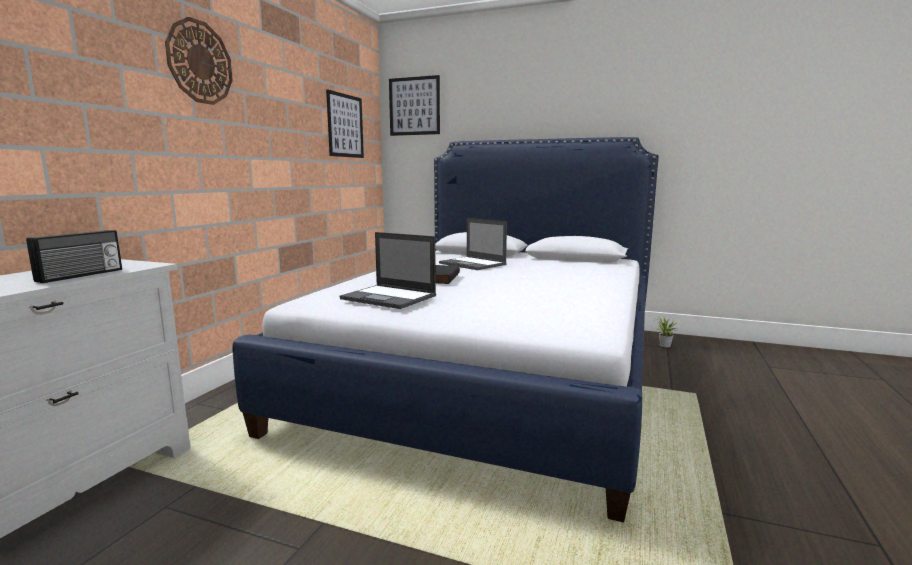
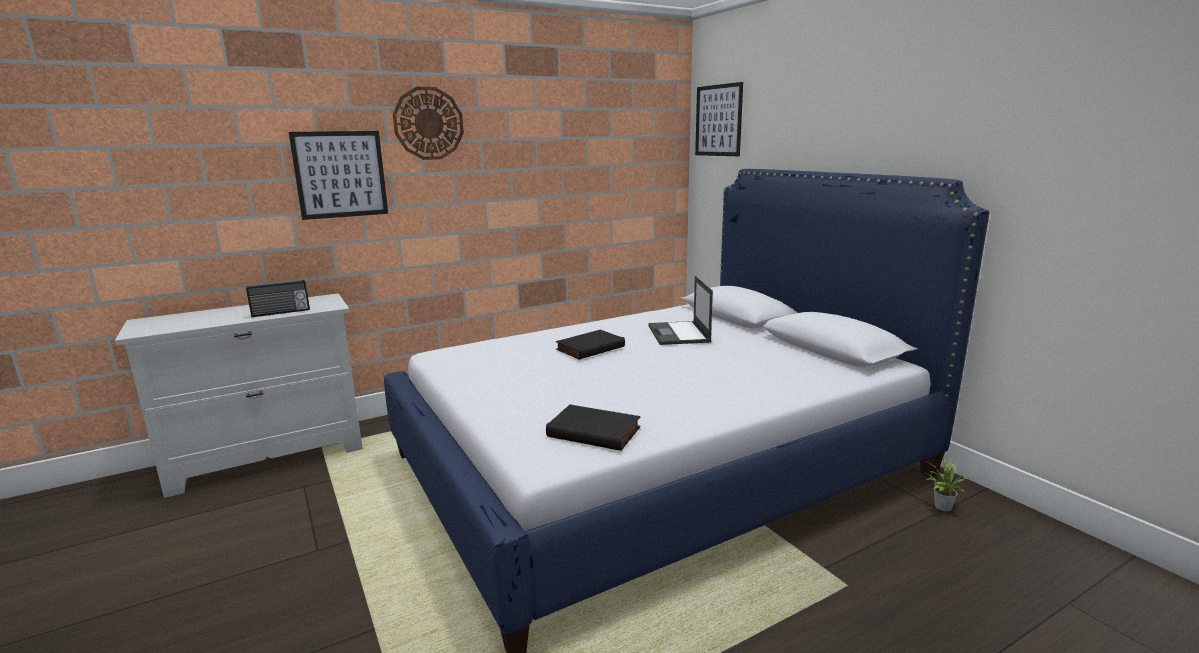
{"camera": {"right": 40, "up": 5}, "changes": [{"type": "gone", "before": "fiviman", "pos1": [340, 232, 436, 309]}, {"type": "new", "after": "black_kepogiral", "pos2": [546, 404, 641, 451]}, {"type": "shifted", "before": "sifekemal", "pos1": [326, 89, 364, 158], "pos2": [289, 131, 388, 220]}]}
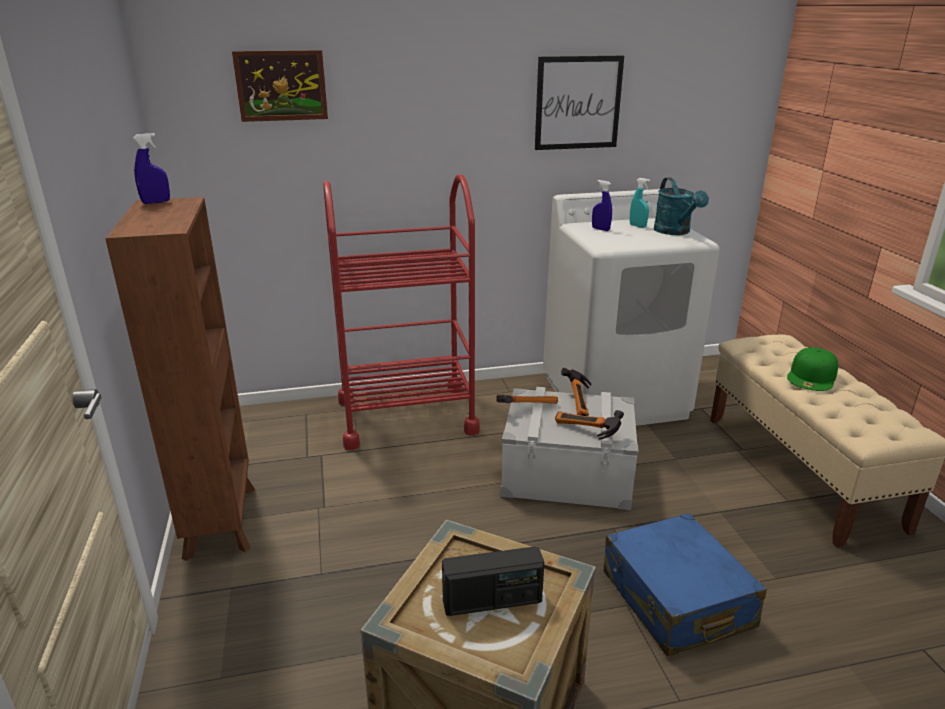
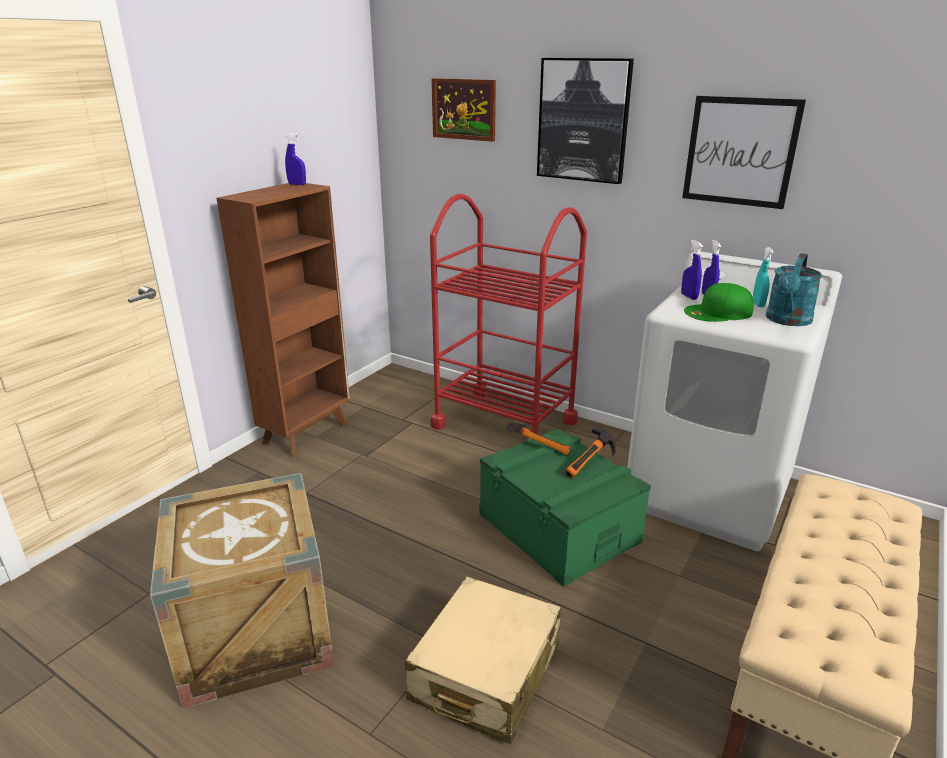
{"camera": {"right": 45, "up": 0}, "changes": [{"type": "gone", "before": "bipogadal", "pos1": [442, 547, 544, 616]}, {"type": "gone", "before": "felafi", "pos1": [555, 410, 624, 440]}, {"type": "new", "after": "sifekemal", "pos2": [537, 58, 634, 184]}, {"type": "new", "after": "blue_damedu", "pos2": [681, 240, 703, 300]}, {"type": "shifted", "before": "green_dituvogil", "pos1": [787, 347, 838, 391], "pos2": [684, 283, 754, 322]}, {"type": "repainted", "before": "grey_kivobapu", "after": "green_kivobapu", "pos1": [501, 387, 639, 510], "pos2": [480, 429, 651, 587]}, {"type": "repainted", "before": "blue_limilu", "after": "beige_limilu", "pos1": [604, 513, 767, 657], "pos2": [405, 576, 561, 744]}]}
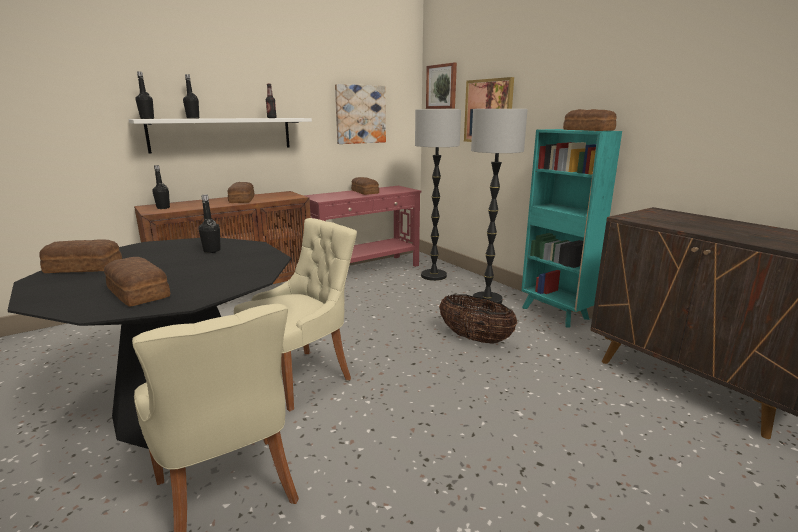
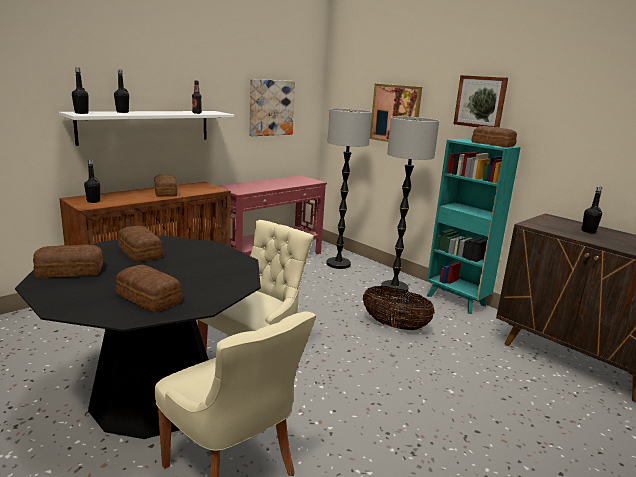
{"camera": {"right": -10, "up": 0}, "changes": [{"type": "shifted", "before": "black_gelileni", "pos1": [198, 195, 221, 253], "pos2": [581, 186, 602, 233]}, {"type": "shifted", "before": "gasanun", "pos1": [351, 177, 379, 195], "pos2": [118, 226, 163, 262]}, {"type": "shifted", "before": "sifekemal", "pos1": [426, 62, 457, 109], "pos2": [453, 75, 508, 127]}]}
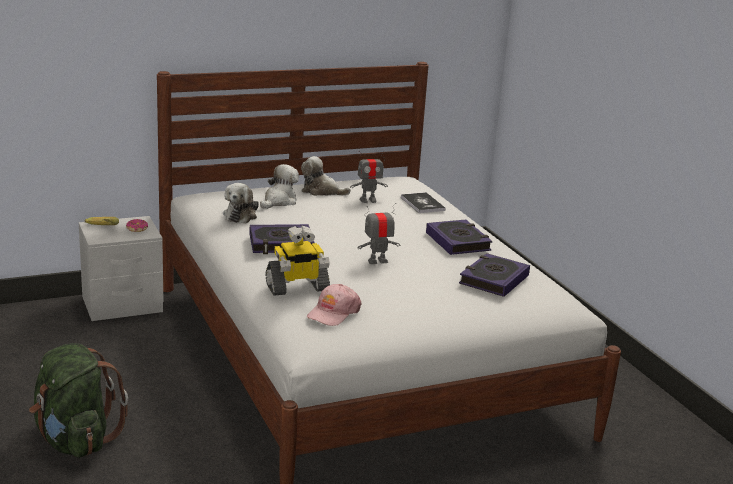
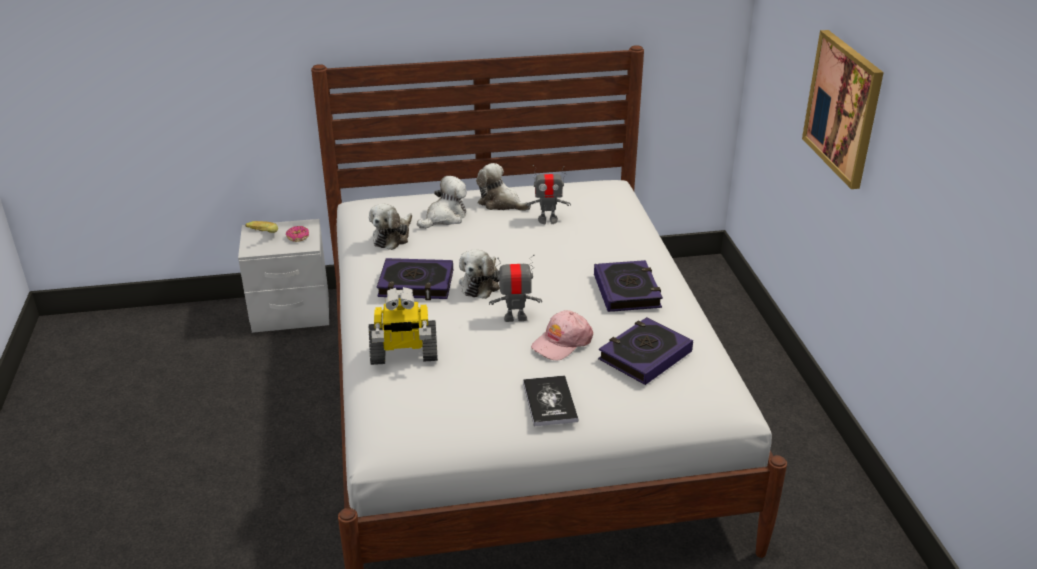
{"camera": {"right": 15, "up": 10}, "changes": [{"type": "gone", "before": "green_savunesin", "pos1": [29, 343, 128, 458]}, {"type": "new", "after": "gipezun", "pos2": [459, 249, 500, 299]}, {"type": "new", "after": "sifekemal", "pos2": [802, 30, 884, 189]}, {"type": "shifted", "before": "pink_dituvogil", "pos1": [307, 284, 362, 326], "pos2": [531, 310, 593, 360]}, {"type": "shifted", "before": "kepogiral", "pos1": [401, 192, 445, 213], "pos2": [523, 375, 579, 427]}]}
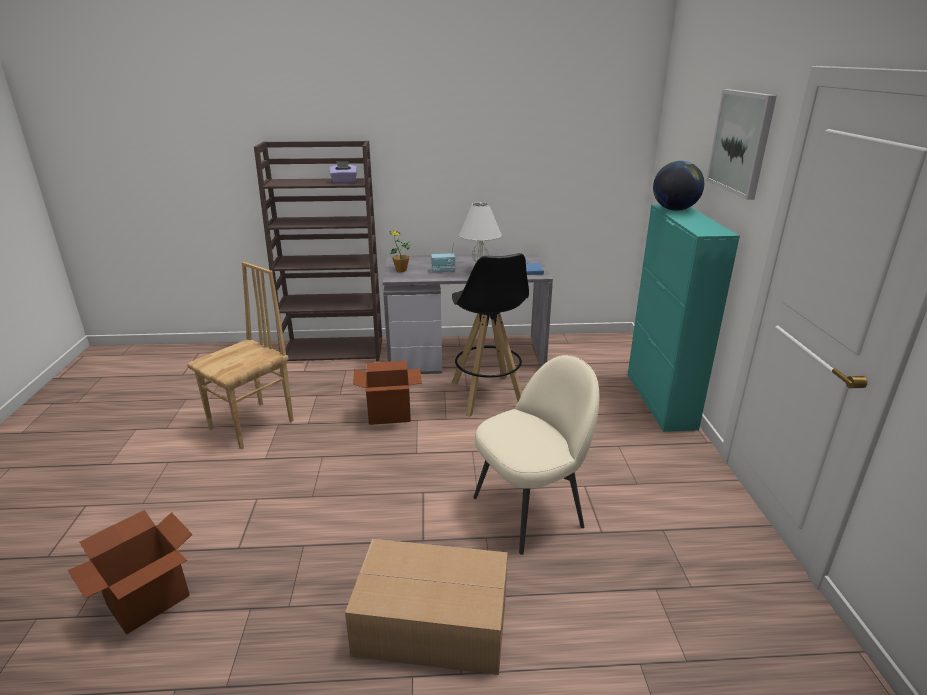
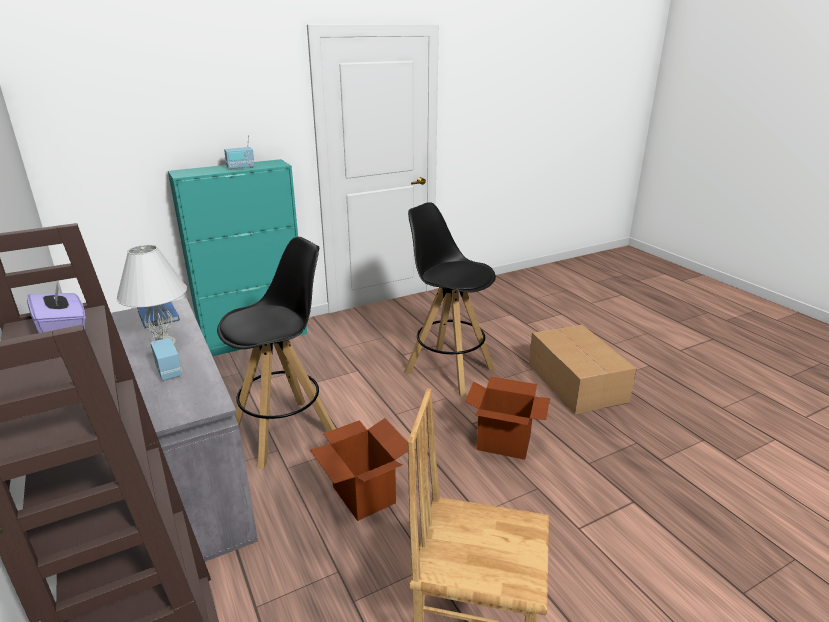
{"camera": {"right": -115, "up": 0}, "changes": [{"type": "gone", "before": "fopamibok", "pos1": [389, 231, 410, 272]}, {"type": "gone", "before": "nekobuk", "pos1": [653, 161, 704, 211]}, {"type": "gone", "before": "sifekemal", "pos1": [706, 89, 777, 200]}, {"type": "new", "after": "bipogadal", "pos2": [224, 135, 255, 170]}, {"type": "shifted", "before": "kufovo", "pos1": [68, 510, 192, 634], "pos2": [465, 376, 550, 460]}, {"type": "swapped", "before": "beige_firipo", "after": "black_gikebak", "pos1": [473, 355, 599, 555], "pos2": [404, 202, 496, 397]}]}
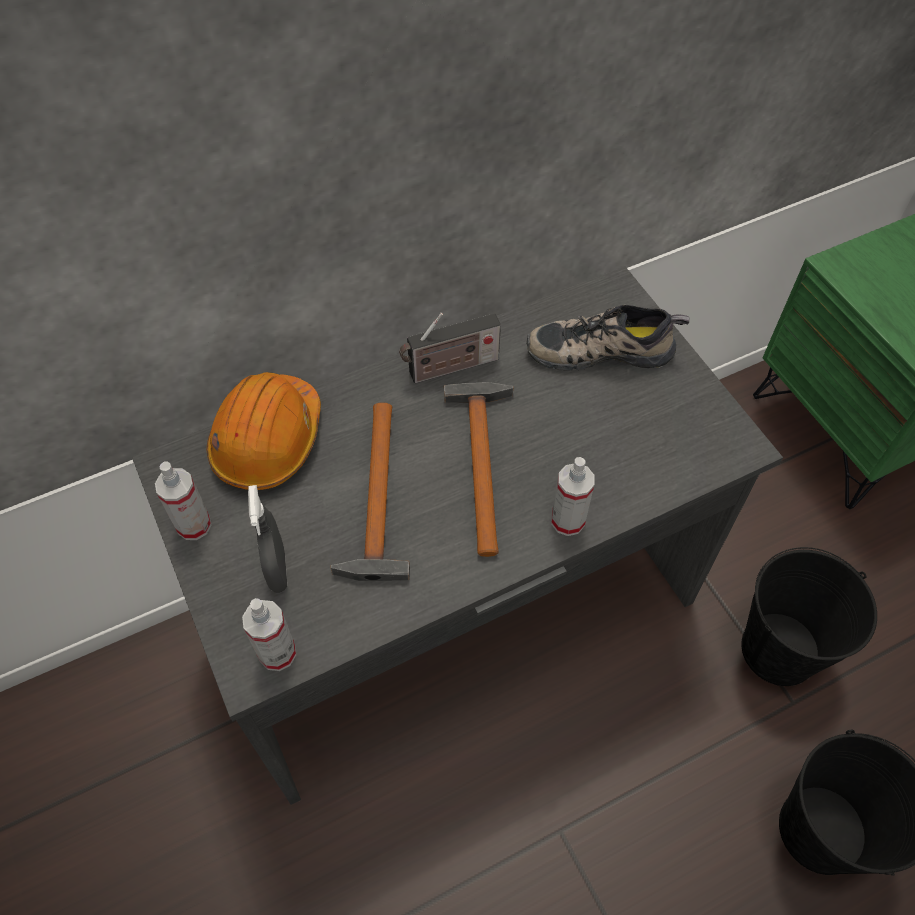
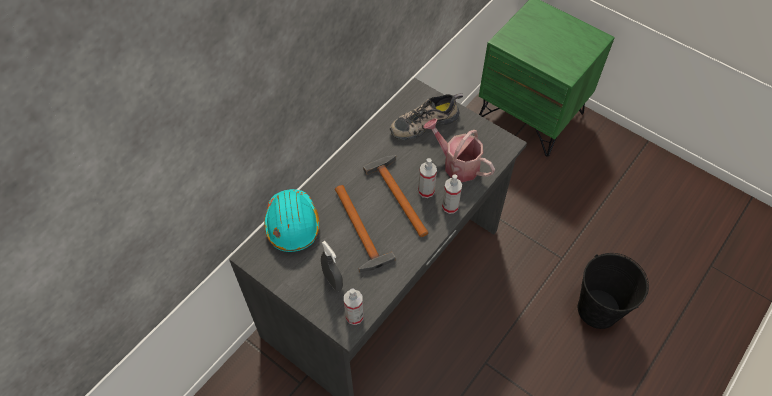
{"camera": {"right": -25, "up": 0}, "changes": [{"type": "gone", "before": "bipogadal", "pos1": [399, 313, 501, 383]}, {"type": "gone", "before": "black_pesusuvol", "pos1": [741, 547, 877, 686]}, {"type": "new", "after": "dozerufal", "pos2": [423, 118, 495, 182]}, {"type": "shifted", "before": "damedu", "pos1": [155, 462, 212, 540], "pos2": [418, 158, 437, 198]}, {"type": "repainted", "before": "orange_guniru", "after": "turquoise_guniru", "pos1": [206, 372, 321, 490], "pos2": [264, 189, 319, 252]}]}
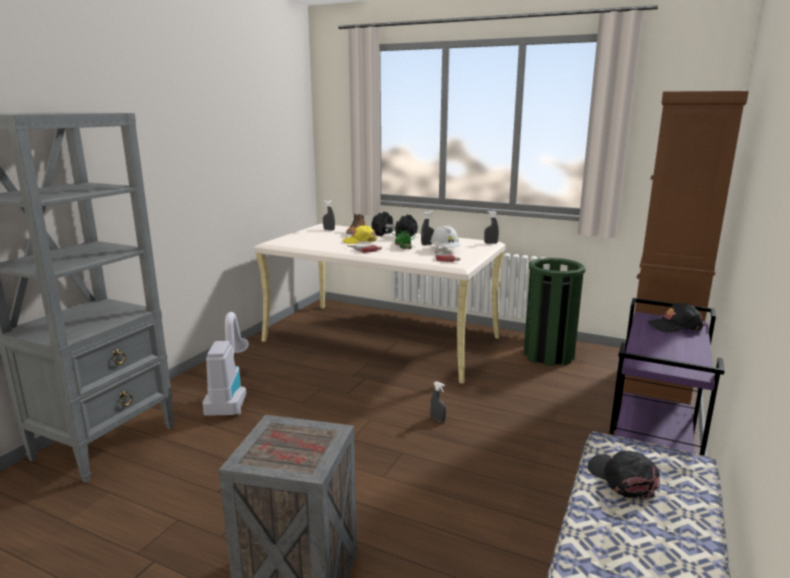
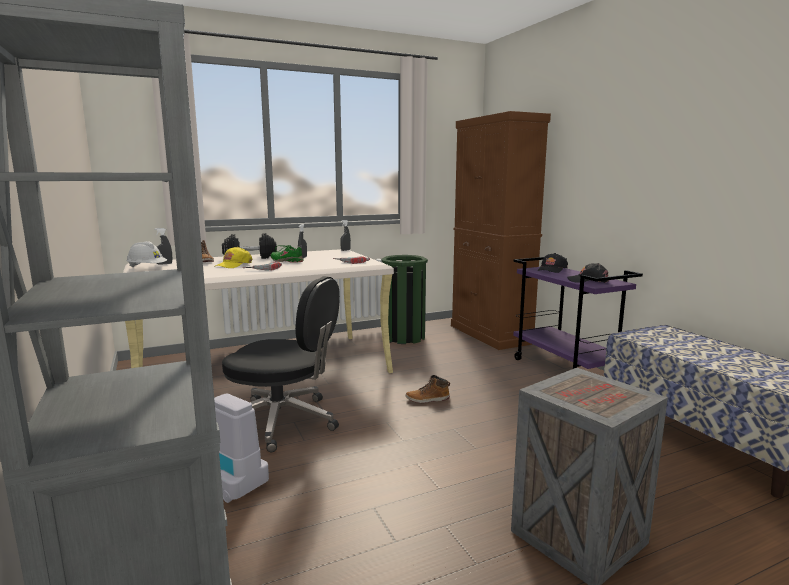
{"camera": {"right": -50, "up": -5}, "changes": [{"type": "new", "after": "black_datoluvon", "pos2": [222, 276, 340, 452]}, {"type": "shifted", "before": "white_guniru", "pos1": [430, 225, 461, 248], "pos2": [127, 241, 167, 267]}, {"type": "shifted", "before": "black_dituvogil", "pos1": [588, 451, 660, 499], "pos2": [567, 263, 609, 283]}, {"type": "swapped", "before": "grey_damedu", "after": "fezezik", "pos1": [430, 381, 446, 422], "pos2": [406, 375, 450, 403]}]}
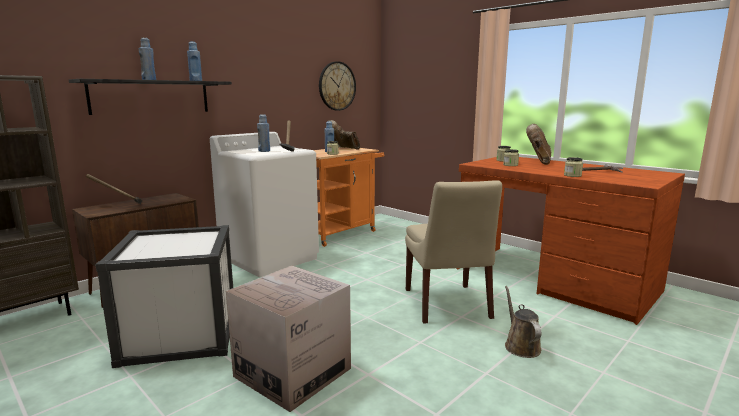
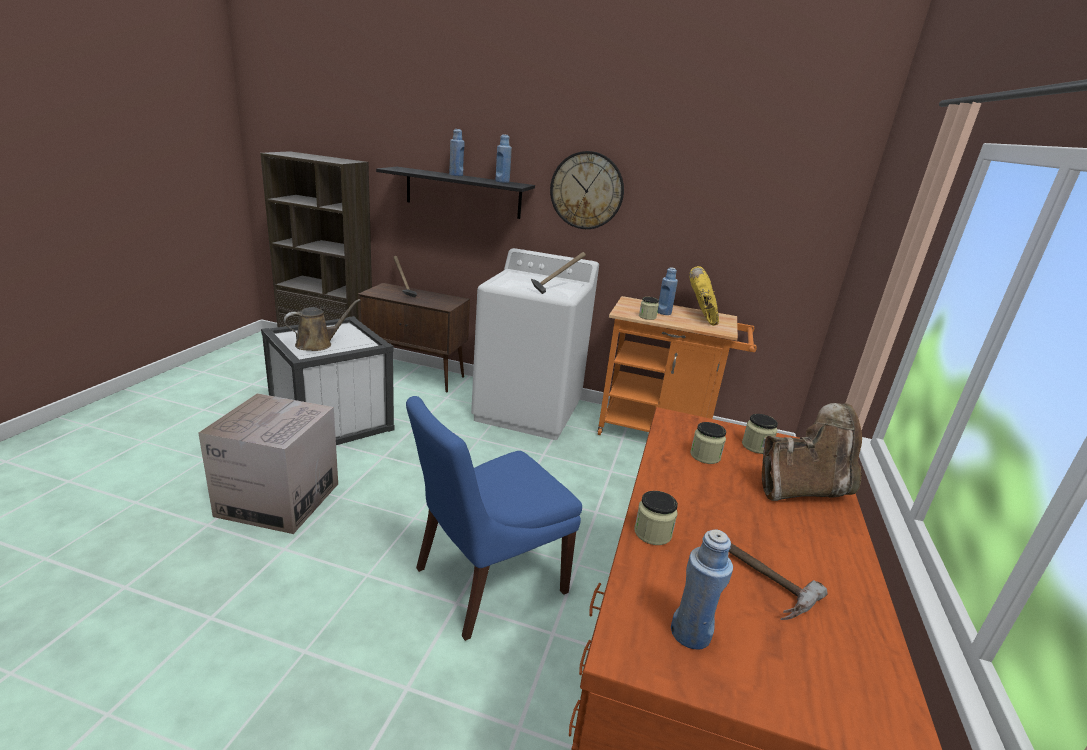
{"camera": {"right": 60, "up": 10}, "changes": [{"type": "shifted", "before": "blue_gelileni", "pos1": [257, 114, 270, 152], "pos2": [671, 529, 733, 649]}, {"type": "shifted", "before": "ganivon", "pos1": [319, 61, 356, 111], "pos2": [550, 151, 624, 229]}, {"type": "shifted", "before": "brown_dozerufal", "pos1": [505, 286, 541, 358], "pos2": [284, 299, 361, 351]}, {"type": "repainted", "before": "brown_fezezik", "after": "yellow_fezezik", "pos1": [328, 120, 360, 150], "pos2": [689, 266, 719, 326]}, {"type": "repainted", "before": "beige_firipo", "after": "blue_firipo", "pos1": [405, 180, 502, 324], "pos2": [406, 396, 582, 641]}]}
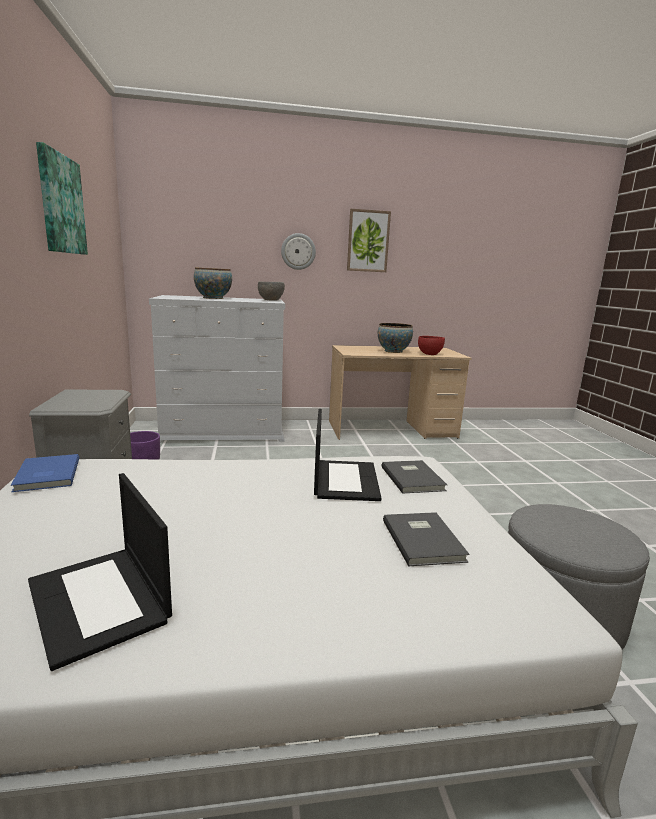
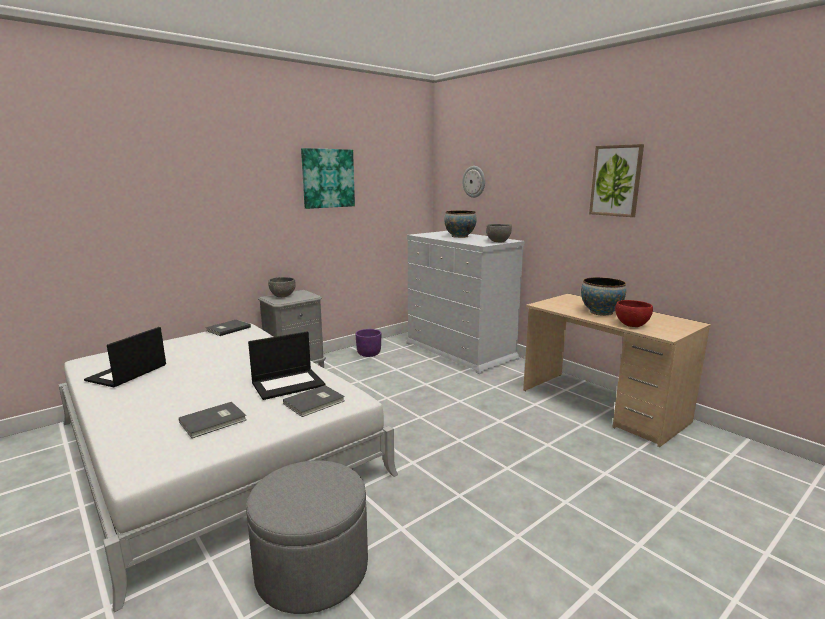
{"camera": {"right": 60, "up": 0}, "changes": [{"type": "new", "after": "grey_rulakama", "pos2": [268, 277, 296, 297]}, {"type": "shifted", "before": "ganivon", "pos1": [281, 233, 316, 270], "pos2": [462, 166, 485, 198]}, {"type": "repainted", "before": "blue_kepogiral", "after": "grey_kepogiral", "pos1": [11, 454, 79, 492], "pos2": [206, 320, 251, 336]}]}
